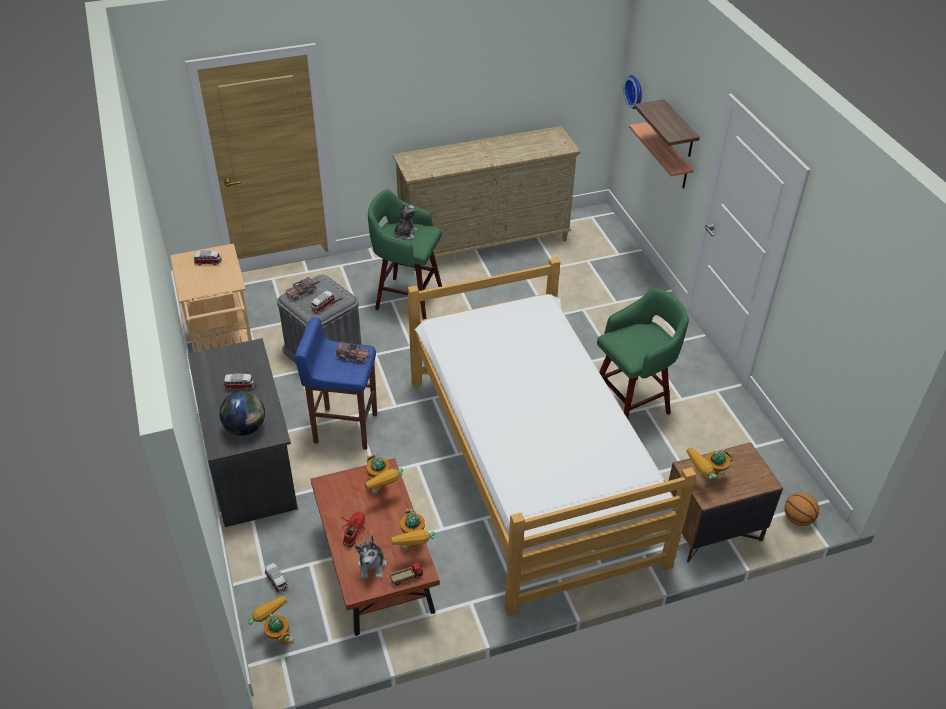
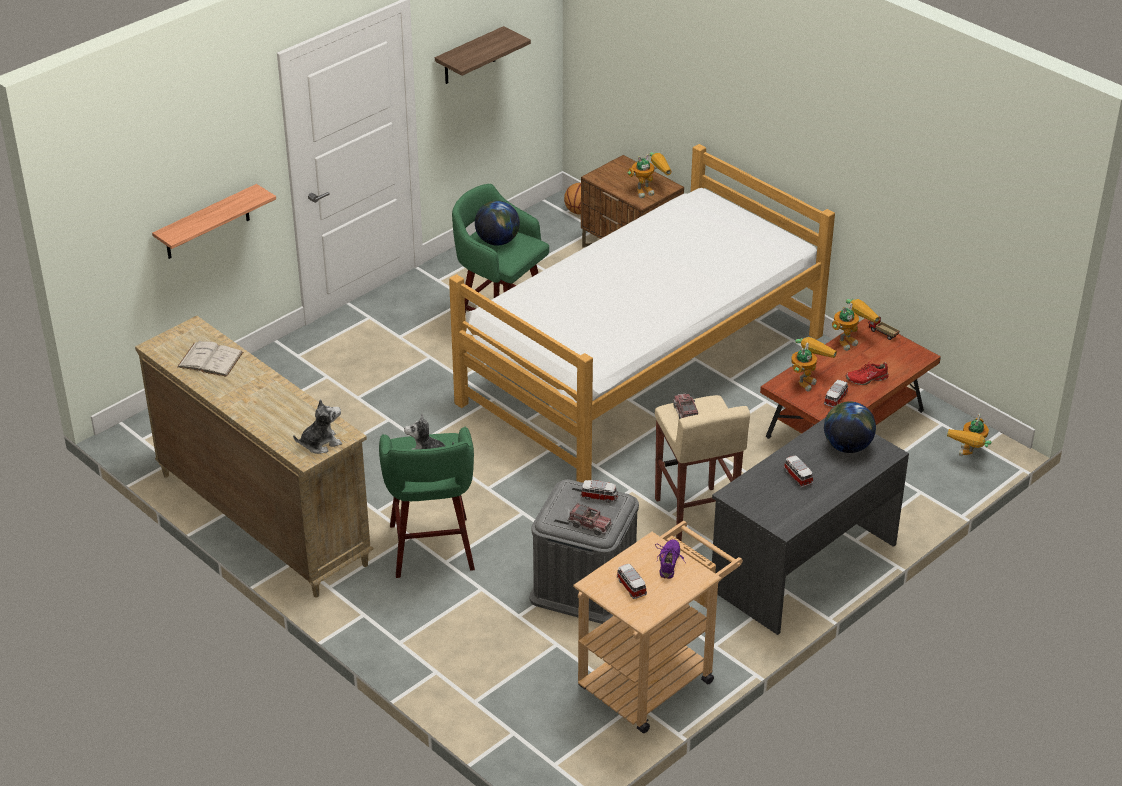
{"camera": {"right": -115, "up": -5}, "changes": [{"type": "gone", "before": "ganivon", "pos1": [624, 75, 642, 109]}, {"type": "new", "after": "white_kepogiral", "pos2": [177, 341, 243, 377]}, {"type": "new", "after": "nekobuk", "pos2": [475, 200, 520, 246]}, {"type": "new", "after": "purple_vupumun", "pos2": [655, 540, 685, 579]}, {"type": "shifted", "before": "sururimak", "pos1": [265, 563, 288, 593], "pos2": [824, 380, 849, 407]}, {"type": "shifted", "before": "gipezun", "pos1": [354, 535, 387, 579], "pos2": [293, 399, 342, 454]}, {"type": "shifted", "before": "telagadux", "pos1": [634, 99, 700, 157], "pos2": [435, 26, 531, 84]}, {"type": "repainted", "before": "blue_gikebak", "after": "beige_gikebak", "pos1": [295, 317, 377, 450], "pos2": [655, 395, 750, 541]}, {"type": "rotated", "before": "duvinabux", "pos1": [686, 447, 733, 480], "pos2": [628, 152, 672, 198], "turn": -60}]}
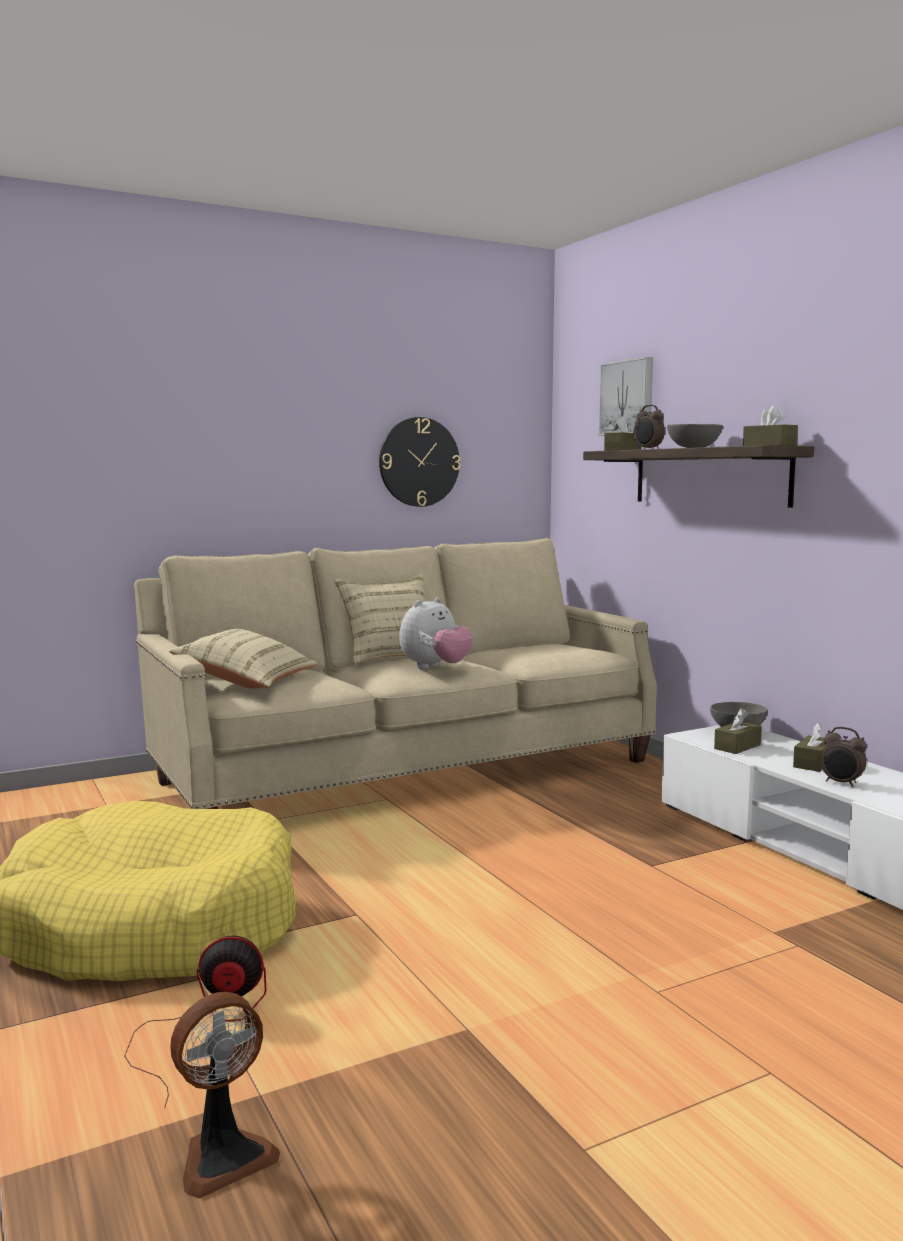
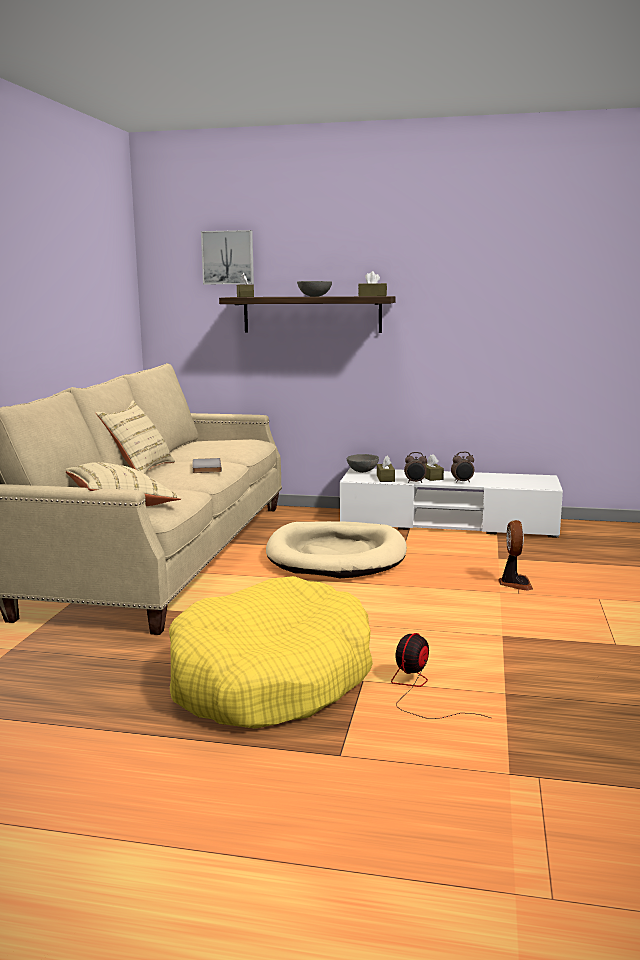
{"camera": {"right": -50, "up": 5}, "changes": [{"type": "gone", "before": "ganivon", "pos1": [379, 417, 461, 507]}, {"type": "new", "after": "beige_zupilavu", "pos2": [266, 521, 407, 578]}, {"type": "shifted", "before": "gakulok", "pos1": [170, 992, 280, 1199], "pos2": [498, 520, 533, 591]}, {"type": "shifted", "before": "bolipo", "pos1": [633, 405, 665, 450], "pos2": [404, 452, 427, 483]}, {"type": "swapped", "before": "gipezun", "after": "grey_kepogiral", "pos1": [399, 597, 473, 669], "pos2": [193, 458, 222, 473]}]}
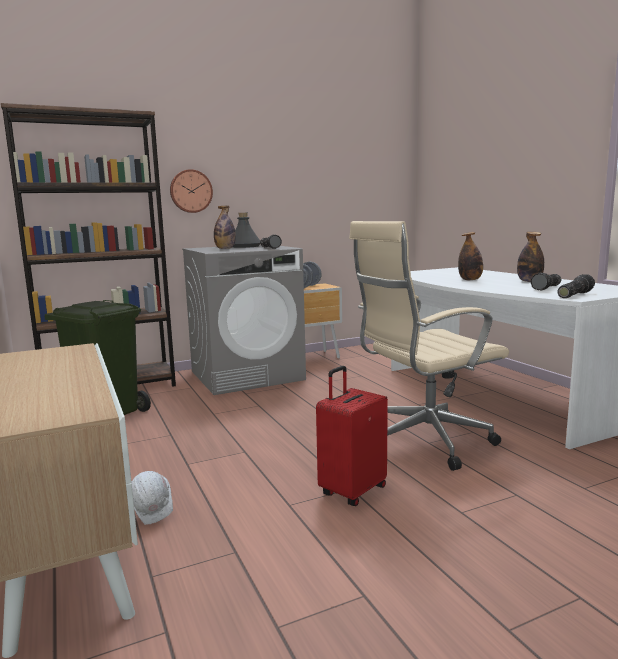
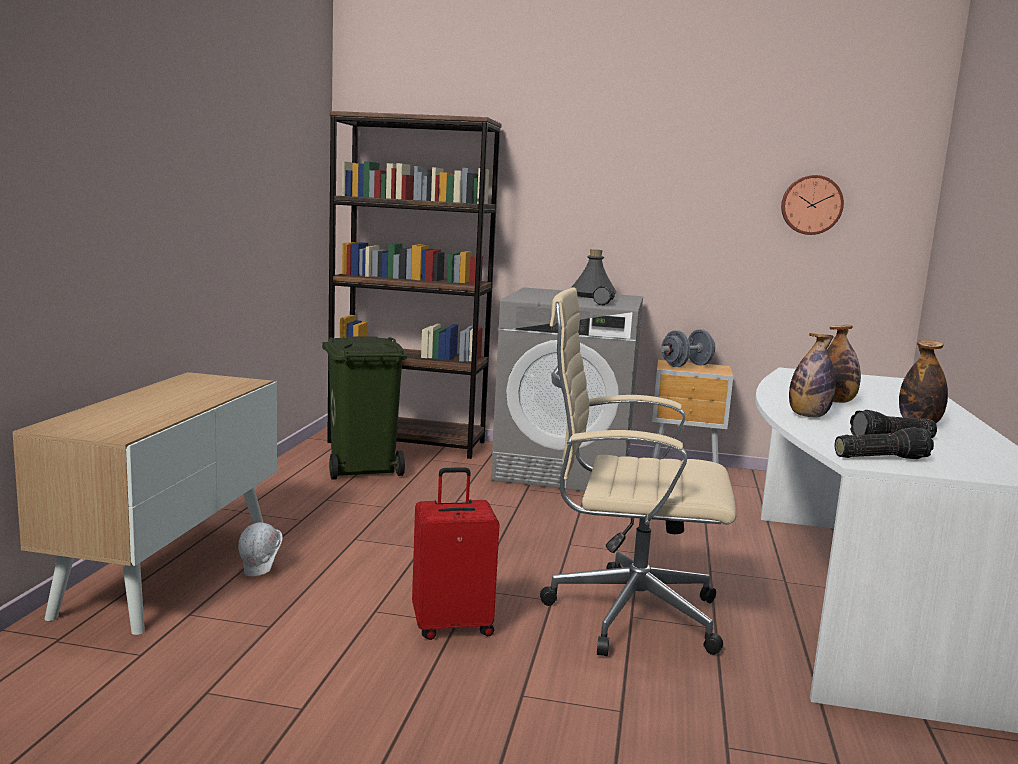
{"camera": {"right": 35, "up": 0}, "changes": [{"type": "shifted", "before": "ganivon", "pos1": [170, 169, 213, 213], "pos2": [781, 175, 844, 235]}, {"type": "shifted", "before": "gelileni", "pos1": [214, 206, 236, 249], "pos2": [789, 333, 836, 417]}]}
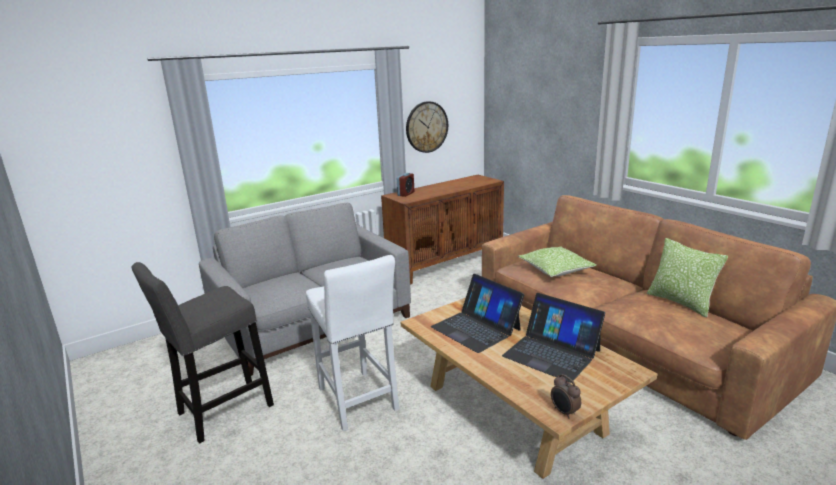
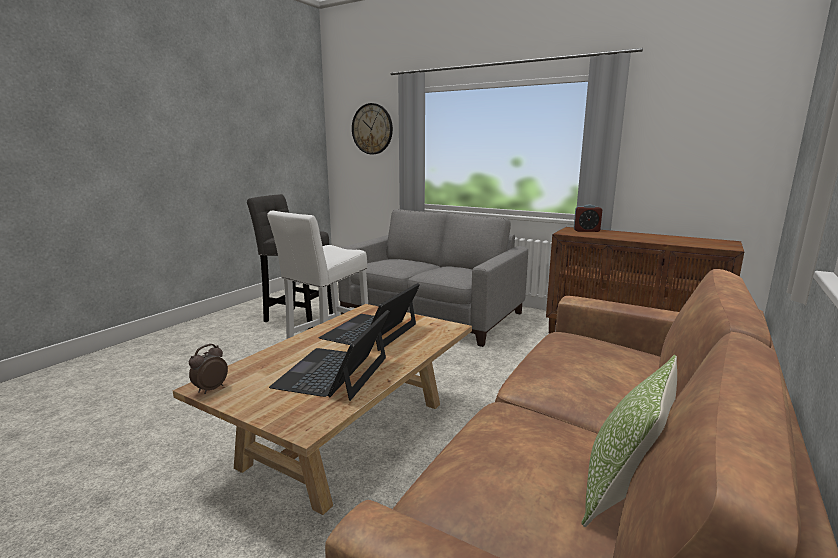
{"camera": {"right": 65, "up": -5}, "changes": [{"type": "gone", "before": "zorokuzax", "pos1": [518, 247, 597, 277]}, {"type": "shifted", "before": "ganivon", "pos1": [406, 101, 448, 153], "pos2": [352, 103, 393, 154]}]}
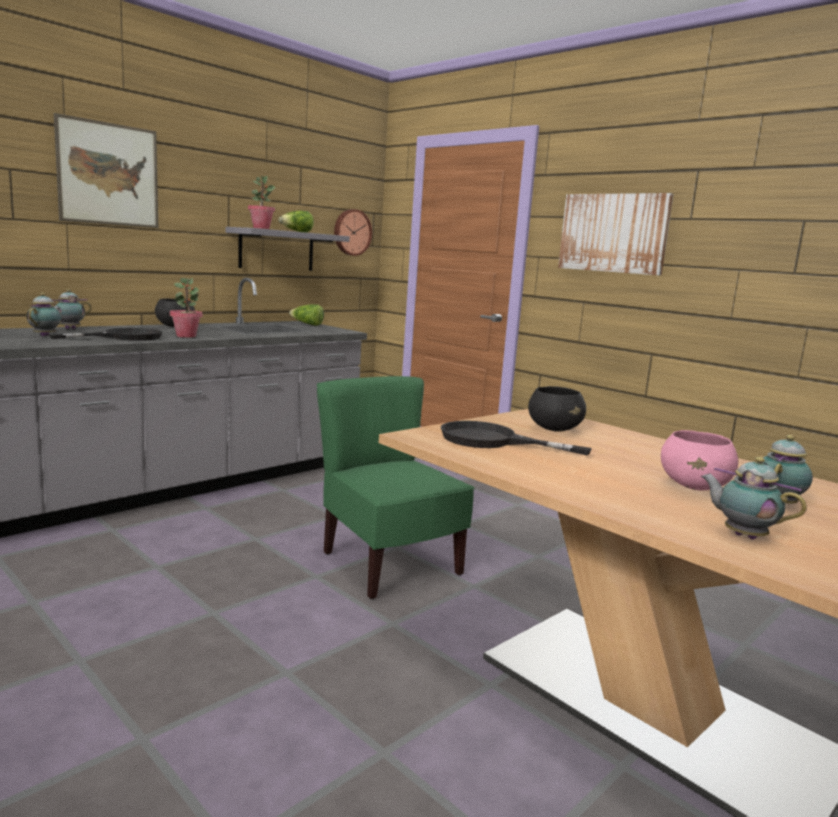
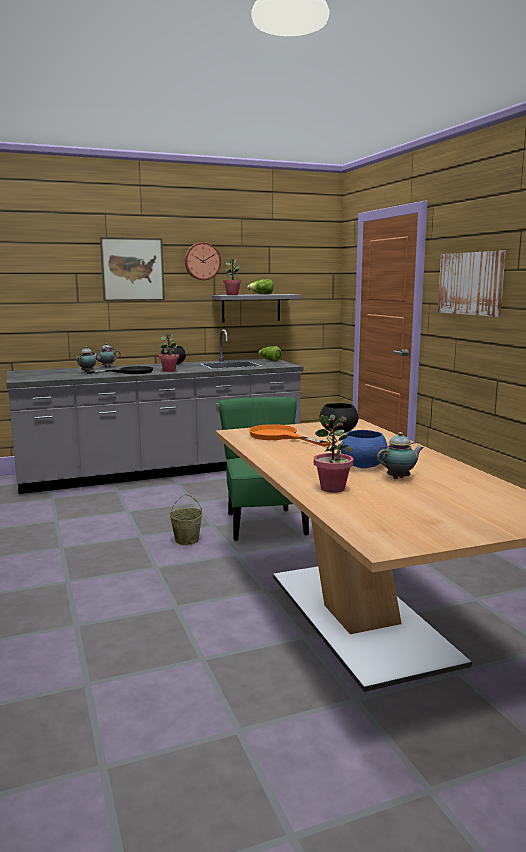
{"camera": {"right": 25, "up": 0}, "changes": [{"type": "new", "after": "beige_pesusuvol", "pos2": [169, 494, 203, 545]}, {"type": "shifted", "before": "ganivon", "pos1": [334, 209, 372, 256], "pos2": [185, 242, 221, 280]}, {"type": "swapped", "before": "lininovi", "after": "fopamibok", "pos1": [701, 457, 807, 539], "pos2": [314, 414, 354, 493]}, {"type": "repainted", "before": "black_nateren", "after": "orange_nateren", "pos1": [441, 421, 592, 455], "pos2": [249, 424, 330, 447]}, {"type": "repainted", "before": "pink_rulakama", "after": "blue_rulakama", "pos1": [661, 430, 738, 490], "pos2": [341, 430, 388, 468]}]}
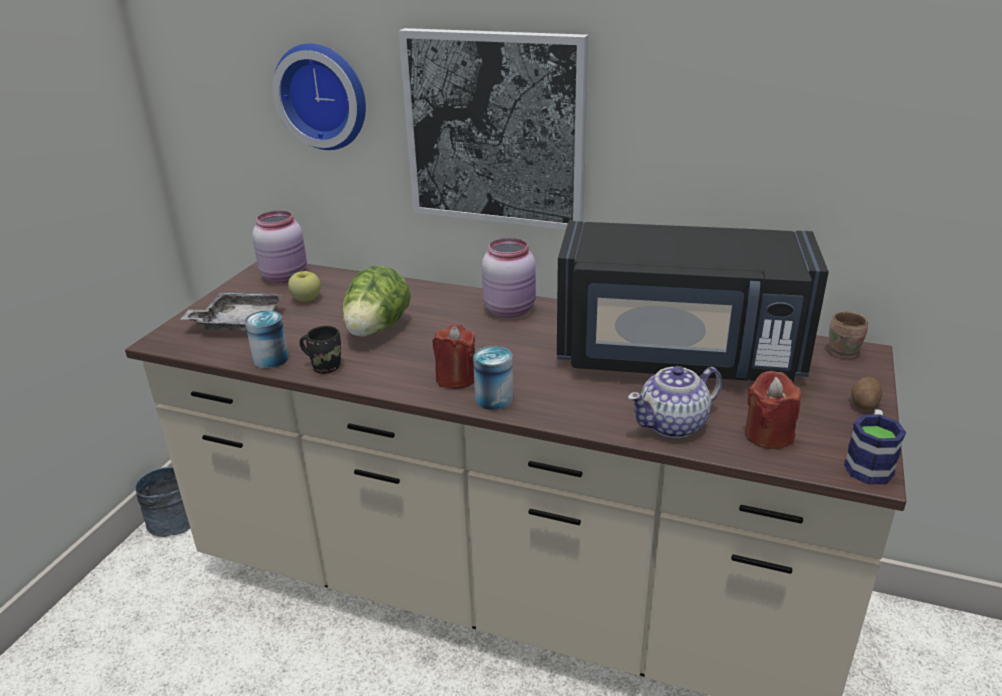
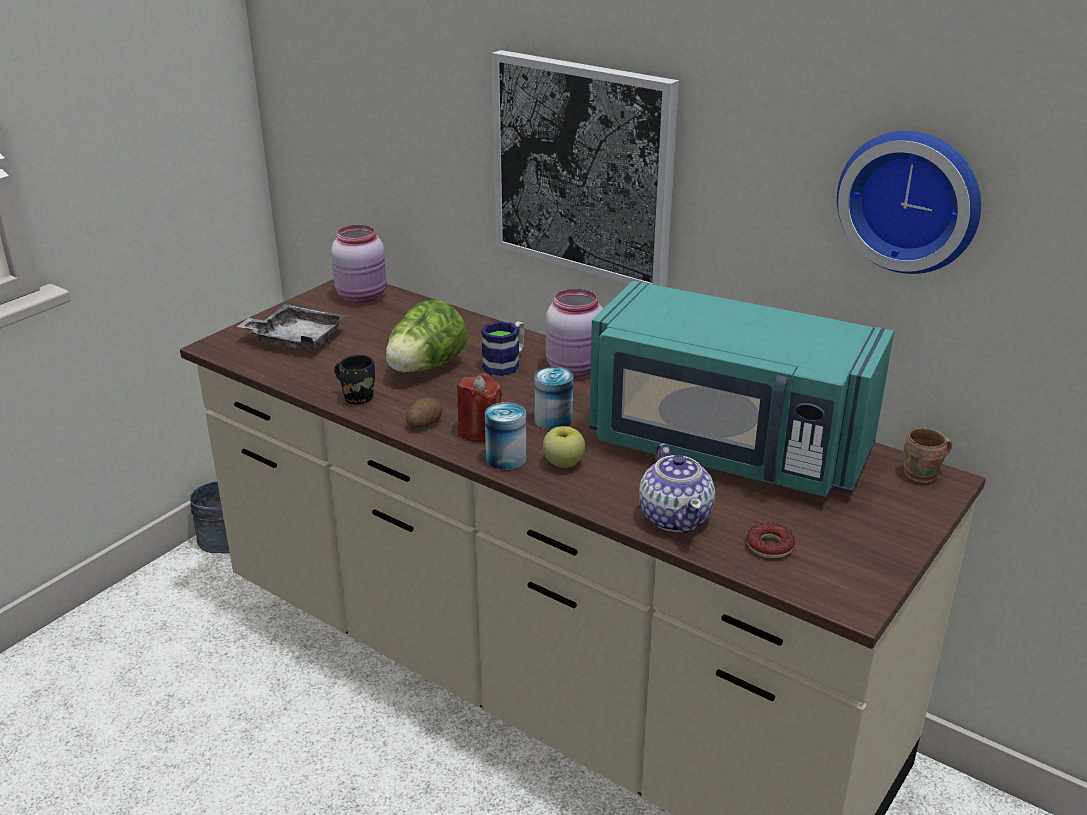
{"camera": {"right": 15, "up": 0}, "changes": [{"type": "shifted", "before": "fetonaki", "pos1": [245, 310, 289, 369], "pos2": [534, 367, 573, 430]}, {"type": "shifted", "before": "ganivon", "pos1": [273, 44, 366, 150], "pos2": [837, 131, 981, 274]}, {"type": "shifted", "before": "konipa", "pos1": [288, 271, 321, 302], "pos2": [543, 426, 585, 468]}, {"type": "shifted", "before": "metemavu", "pos1": [844, 409, 906, 484], "pos2": [481, 321, 525, 376]}, {"type": "shifted", "before": "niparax", "pos1": [851, 377, 882, 410], "pos2": [406, 398, 443, 429]}, {"type": "swapped", "before": "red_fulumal", "after": "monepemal", "pos1": [745, 371, 801, 449], "pos2": [746, 523, 795, 558]}, {"type": "repainted", "before": "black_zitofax", "after": "turquoise_zitofax", "pos1": [557, 221, 829, 383], "pos2": [589, 281, 894, 497]}, {"type": "rotated", "before": "lininovi", "pos1": [628, 366, 722, 438], "pos2": [639, 444, 715, 533], "turn": -90}]}
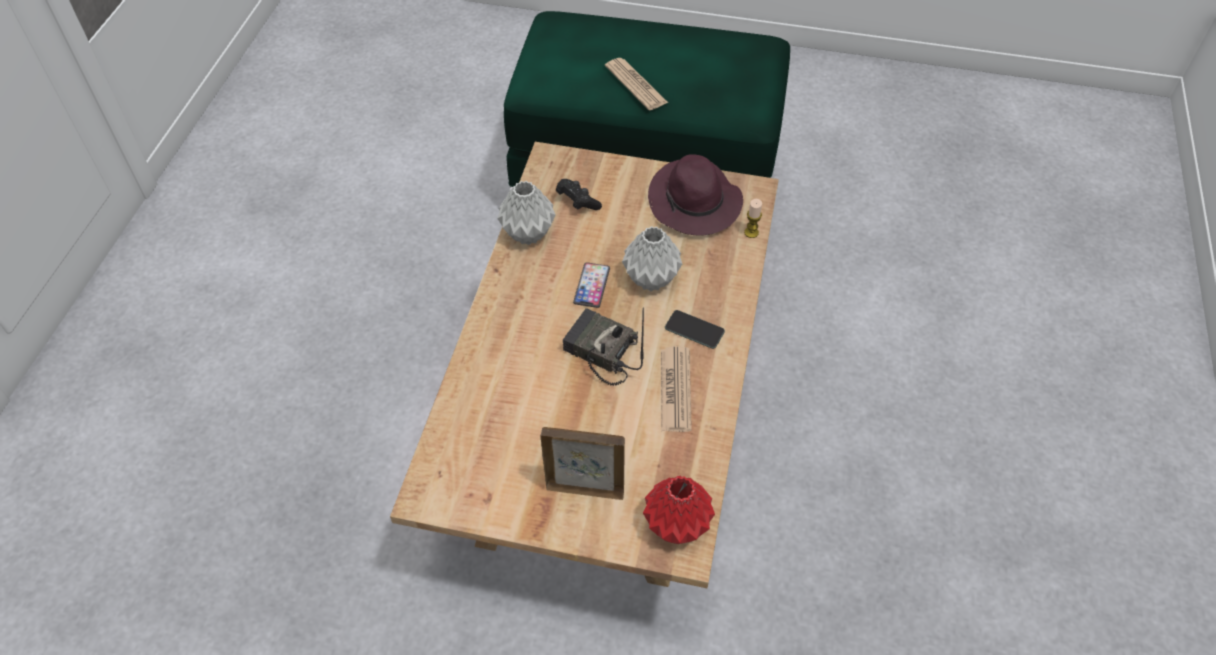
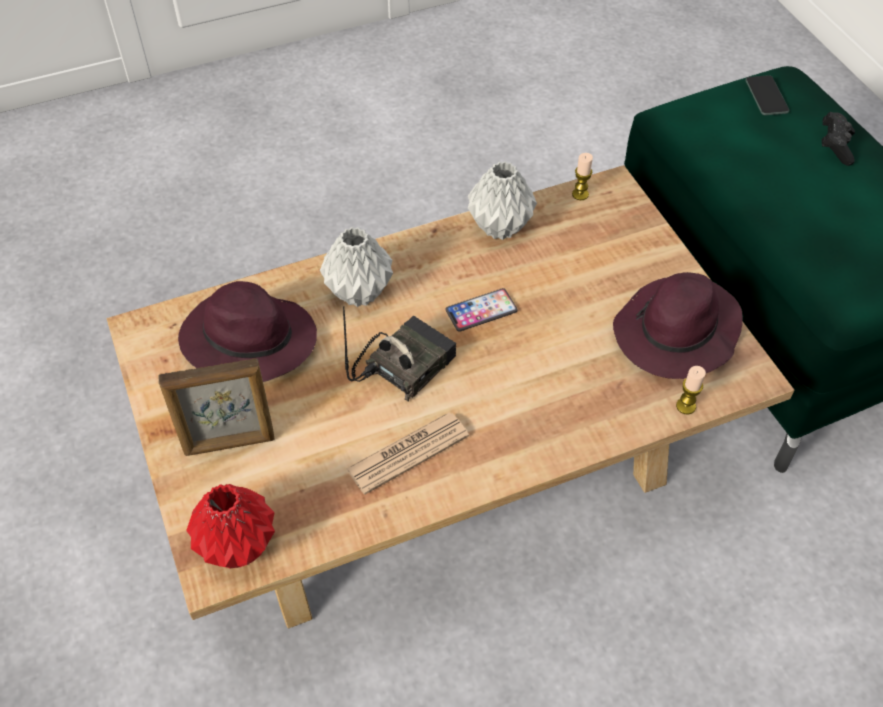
{"camera": {"right": 55, "up": 0}, "changes": [{"type": "gone", "before": "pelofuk", "pos1": [605, 58, 668, 110]}, {"type": "new", "after": "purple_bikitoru", "pos2": [178, 281, 317, 382]}, {"type": "new", "after": "fulumal", "pos2": [572, 153, 593, 200]}, {"type": "shifted", "before": "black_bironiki", "pos1": [556, 179, 602, 210], "pos2": [822, 112, 855, 166]}, {"type": "shifted", "before": "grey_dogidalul", "pos1": [622, 226, 682, 291], "pos2": [320, 227, 393, 307]}, {"type": "shifted", "before": "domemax", "pos1": [665, 310, 725, 349], "pos2": [745, 75, 789, 115]}, {"type": "rotated", "before": "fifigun", "pos1": [541, 427, 625, 500], "pos2": [158, 358, 275, 456], "turn": 105}, {"type": "rotated", "before": "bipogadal", "pos1": [563, 307, 644, 386], "pos2": [343, 306, 456, 401], "turn": 45}]}
